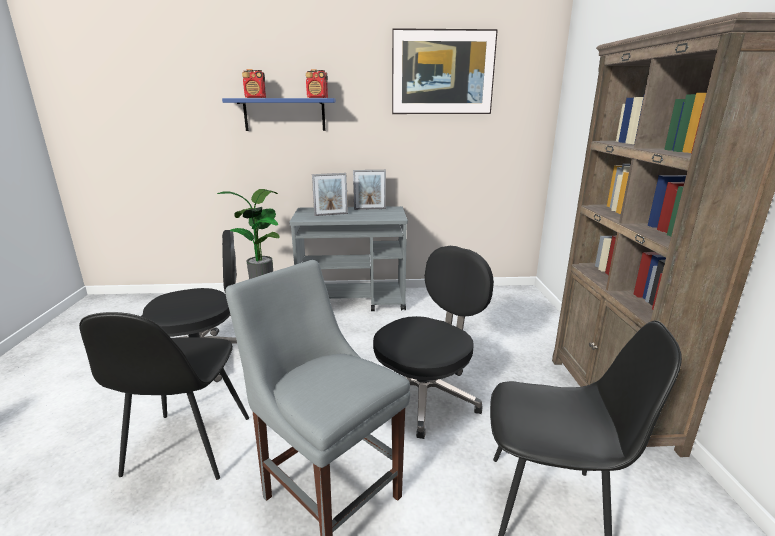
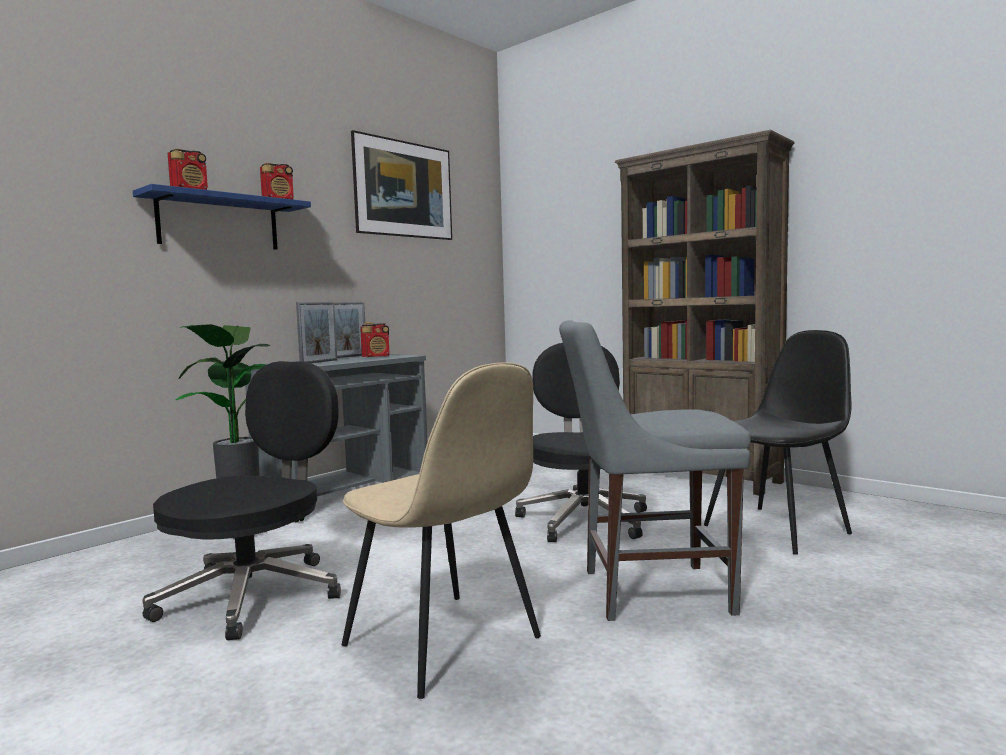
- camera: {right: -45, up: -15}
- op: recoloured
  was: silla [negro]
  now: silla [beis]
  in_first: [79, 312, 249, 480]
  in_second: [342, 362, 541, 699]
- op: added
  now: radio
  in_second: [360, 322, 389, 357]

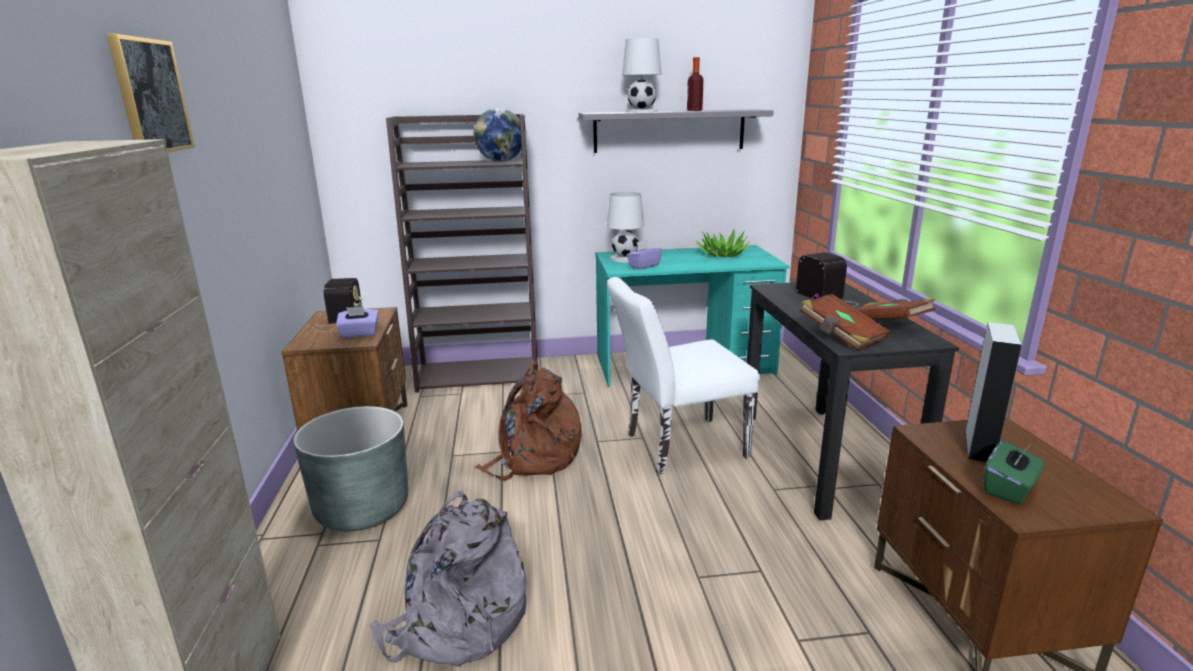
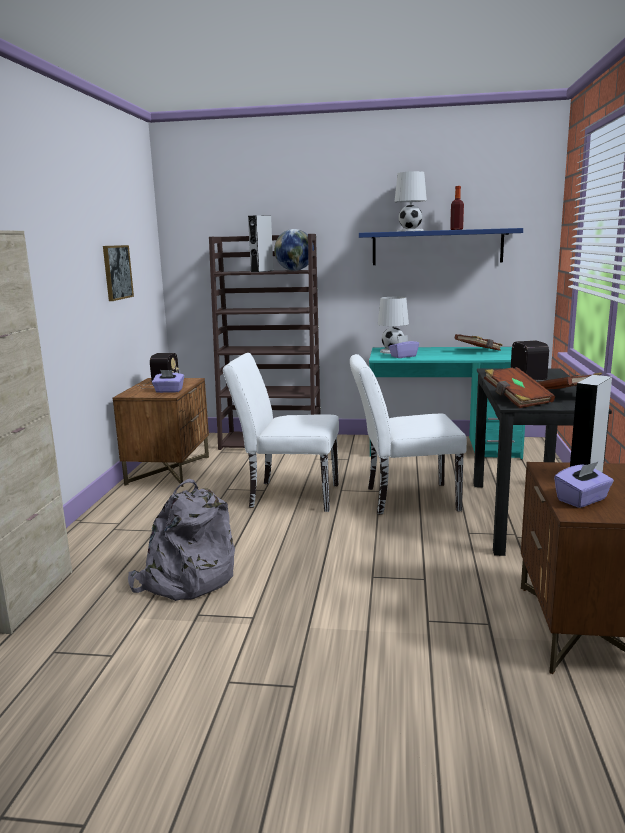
- camera: {right: 15, up: -5}
- op: moved
  was: cuadro
  in_first: [107, 34, 195, 152]
  in_second: [103, 245, 134, 301]
- op: recoloured
  was: estante [gris]
  now: estante [azul]
  in_first: [579, 109, 774, 153]
  in_second: [359, 228, 523, 265]
- op: replaced
  was: planta en maceta
  now: libro [marrón]
  in_first: [696, 229, 752, 257]
  in_second: [455, 334, 502, 351]
- op: replaced
  was: mochila [marrón]
  now: silla [blanco]
  in_first: [475, 361, 581, 481]
  in_second: [223, 353, 339, 512]
- op: removed
  was: maceta [gris]
  in_first: [293, 406, 408, 531]
- op: recoloured
  was: caja de pañuelos [verde]
  now: caja de pañuelos [morado]
  in_first: [984, 441, 1045, 505]
  in_second: [554, 461, 614, 508]
- op: added
  now: altavoz [gris]
  in_second: [248, 215, 273, 272]

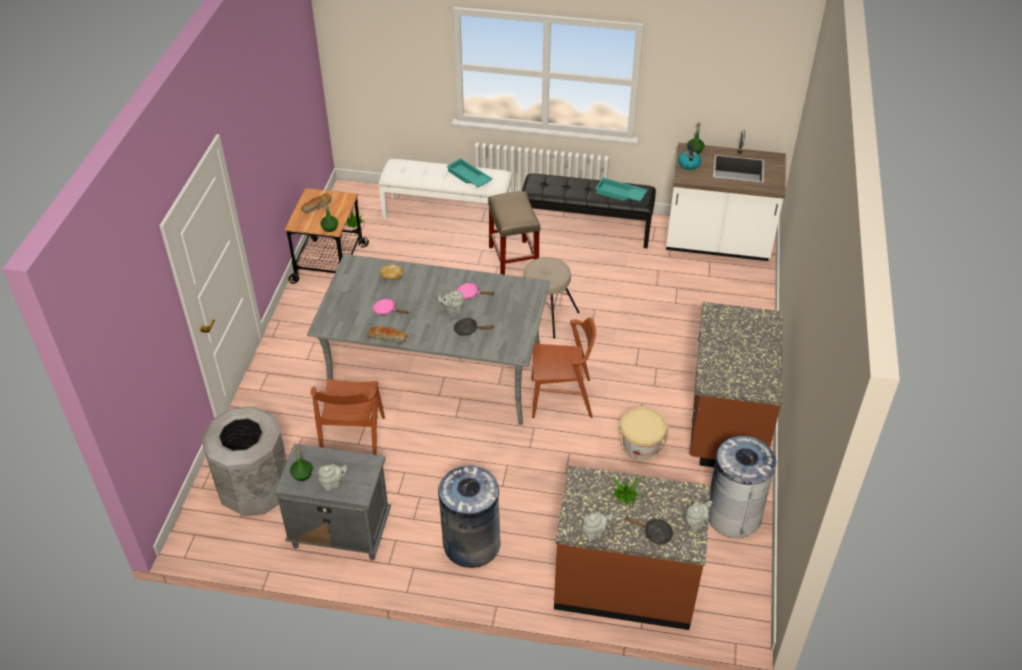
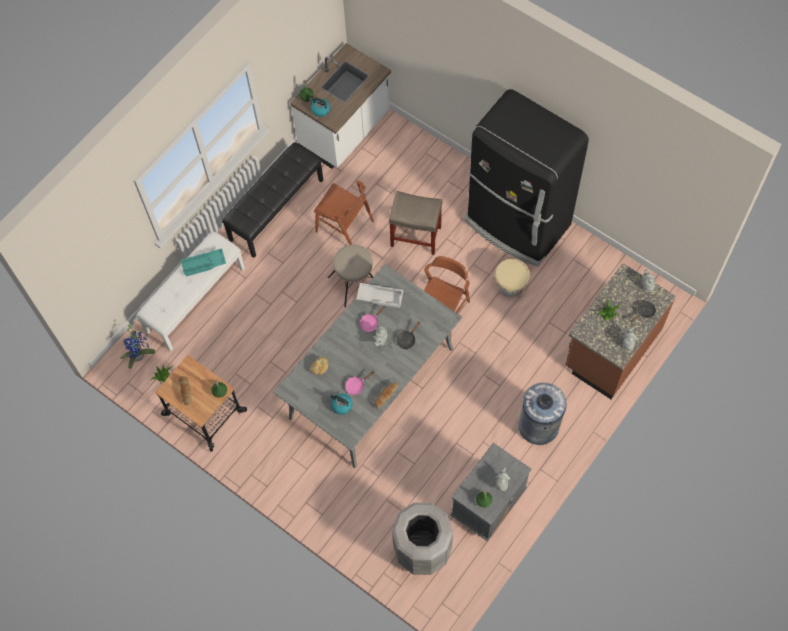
- camera: {right: -60, up: 20}
- op: removed
  was: bandeja [turquesa]
  in_first: [595, 178, 647, 202]
- op: moved
  was: taburete [beis]
  in_first: [488, 191, 540, 275]
  in_second: [389, 191, 443, 255]
- op: replaced
  was: mueble bajo de cocina [marrón]
  now: nevera [negro]
  in_first: [690, 302, 782, 467]
  in_second: [464, 89, 589, 267]
- op: moved
  was: silla [marrón]
  in_first: [310, 379, 385, 455]
  in_second: [314, 181, 374, 245]
- op: removed
  was: papelera [gris]
  in_first: [708, 436, 778, 538]
- op: added
  now: bandeja [blanco]
  in_second: [356, 283, 404, 308]
- op: added
  now: planta en maceta
  in_second: [121, 324, 156, 369]
- op: added
  now: hervidor
  in_second: [329, 394, 353, 415]

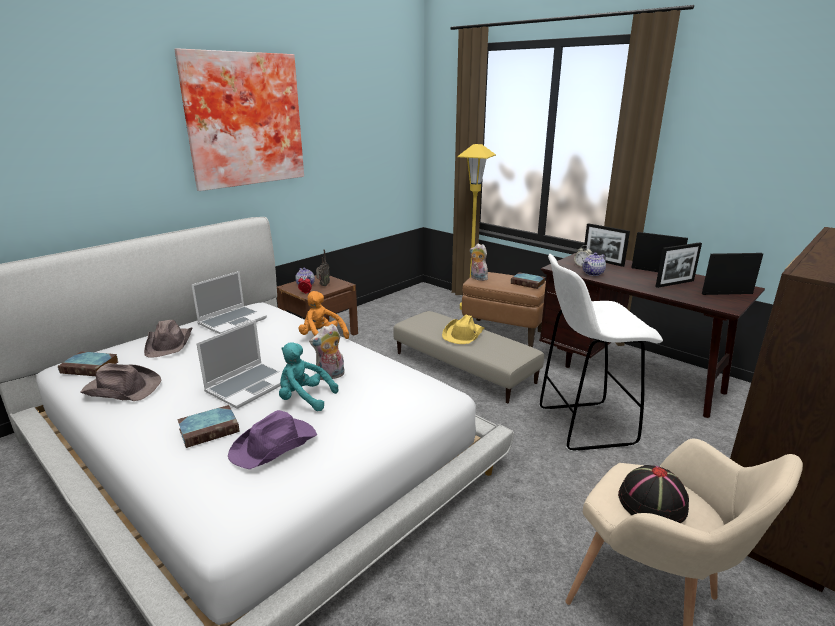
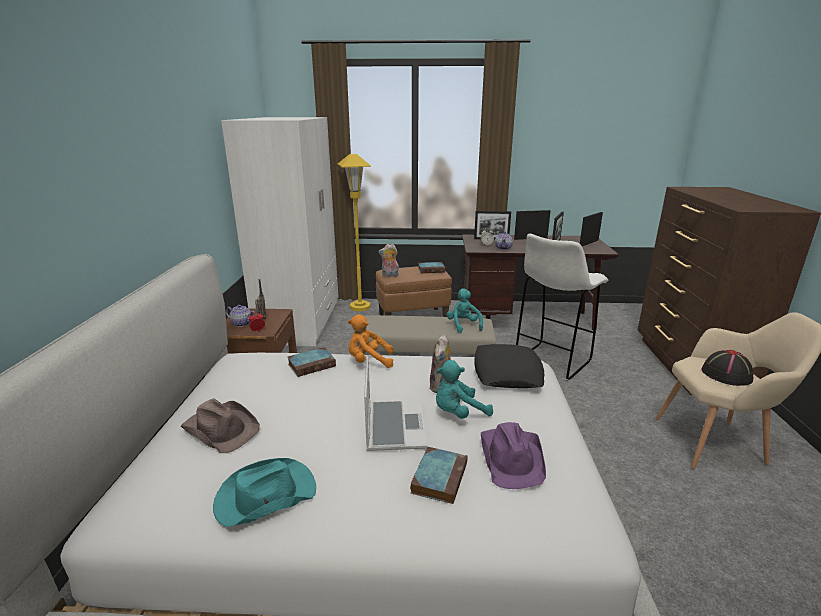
- camera: {right: -40, up: 0}
- op: removed
  was: cuadro
  in_first: [174, 48, 304, 191]
- op: removed
  was: portátil
  in_first: [191, 271, 267, 334]
- op: removed
  was: sombrero [amarillo]
  in_first: [442, 314, 485, 344]
- op: moved
  was: libro
  in_first: [58, 351, 118, 376]
  in_second: [288, 347, 336, 377]
- op: recoloured
  was: sombrero [marrón]
  now: sombrero [turquesa]
  in_first: [80, 363, 161, 401]
  in_second: [213, 458, 316, 527]
- op: added
  now: armario ropero [blanco]
  in_second: [221, 117, 339, 346]
- op: added
  now: peluche [turquesa]
  in_second: [446, 289, 483, 333]
- op: added
  now: cojín [negro]
  in_second: [474, 344, 544, 388]

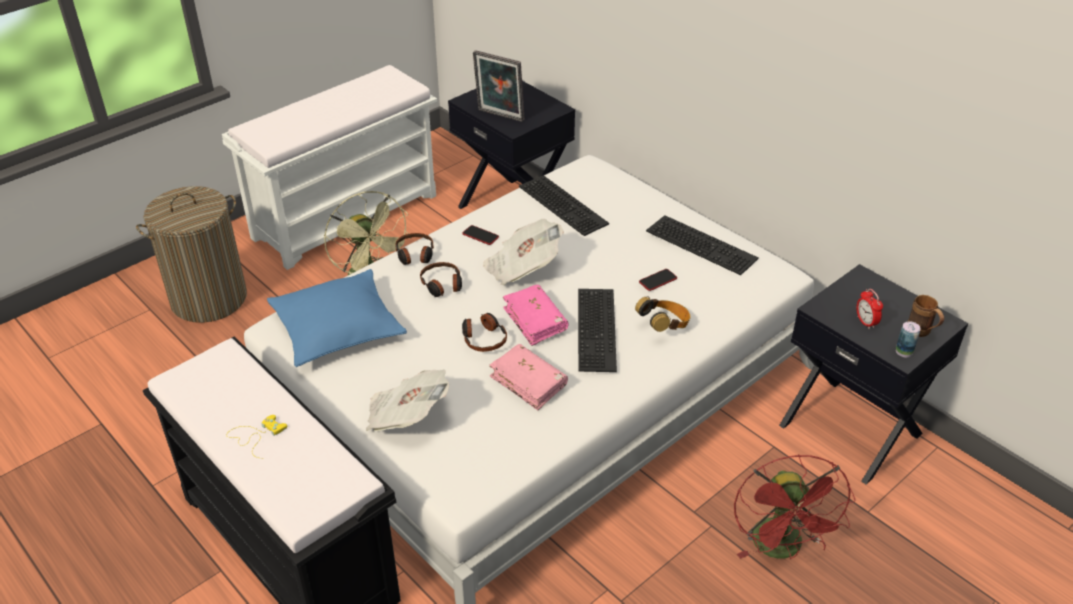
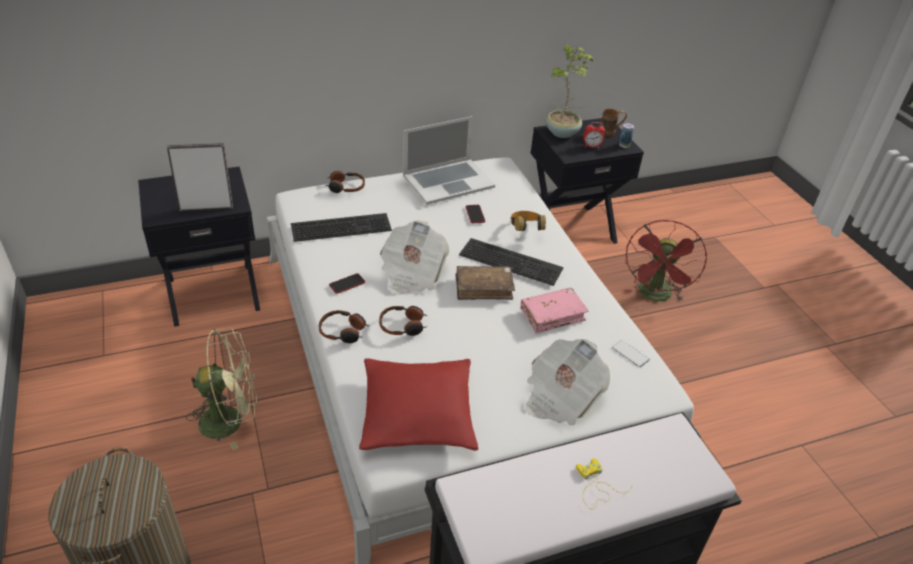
- camera: {right: -70, up: 0}
- op: turned
  was: portarretratos
  in_first: [473, 50, 525, 122]
  in_second: [167, 143, 233, 211]
  clockwise: -150
- op: removed
  was: banco [blanco]
  in_first: [222, 65, 437, 270]
- op: replaced
  was: teclado
  now: portátil
  in_first: [646, 215, 759, 275]
  in_second: [403, 116, 495, 205]
- op: recoloured
  was: cojín [azul]
  now: cojín [rojo]
  in_first: [267, 269, 407, 367]
  in_second: [359, 358, 478, 451]
- op: recoloured
  was: libro [rosa]
  now: libro [marrón]
  in_first: [503, 285, 569, 346]
  in_second: [456, 266, 515, 300]
- op: moved
  was: auriculares
  in_first: [462, 313, 507, 352]
  in_second: [326, 171, 365, 193]
- op: turned
  was: ventilador [rojo]
  in_first: [734, 455, 855, 559]
  in_second: [624, 220, 707, 301]
  clockwise: 90
- op: added
  now: planta en maceta
  in_second: [546, 44, 594, 138]
- op: added
  now: móvil
  in_second: [612, 340, 650, 367]

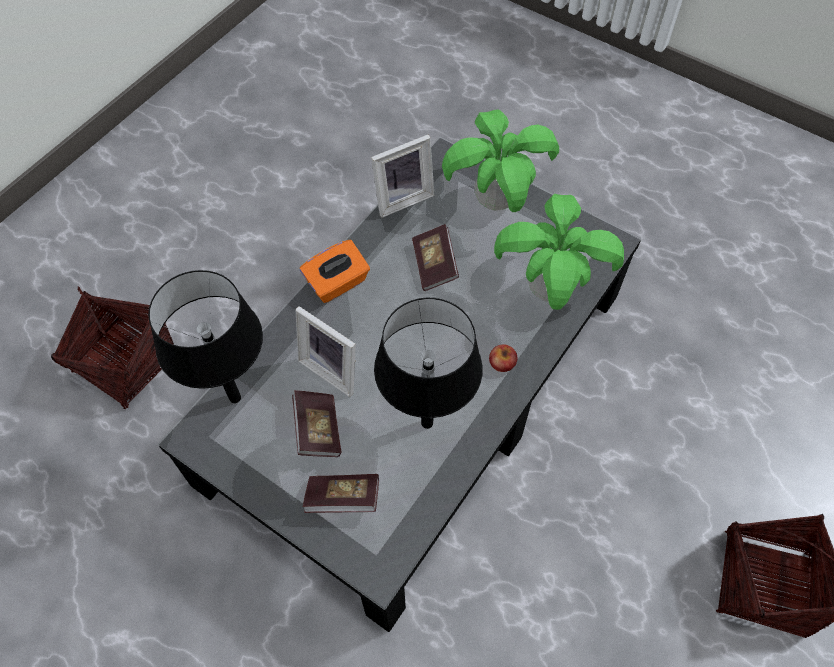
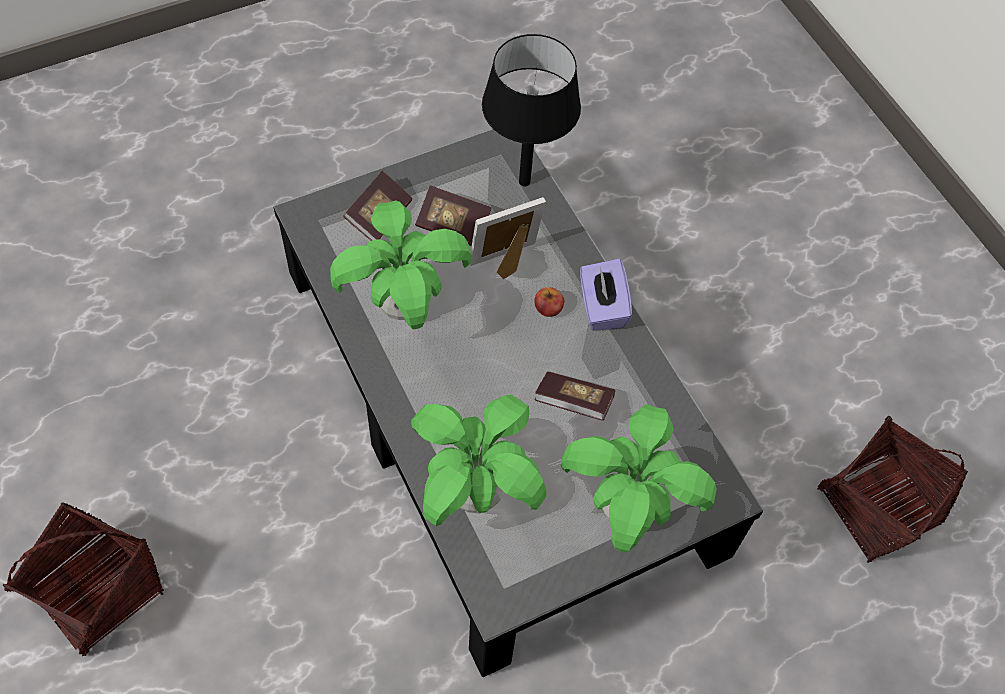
- camera: {right: 115, up: 0}
- op: removed
  was: portarretratos
  in_first: [371, 135, 435, 218]
- op: recoloured
  was: caja de pañuelos [naranja]
  now: caja de pañuelos [morado]
  in_first: [300, 240, 370, 303]
  in_second: [580, 259, 632, 330]
- op: moved
  was: cesta
  in_first: [51, 286, 174, 409]
  in_second: [818, 416, 968, 563]
- op: replaced
  was: lámpara de mesa [negro]
  now: planta en maceta
  in_first: [374, 298, 483, 429]
  in_second: [330, 200, 472, 329]
- op: moved
  was: manzana
  in_first: [489, 344, 517, 372]
  in_second: [534, 287, 564, 317]

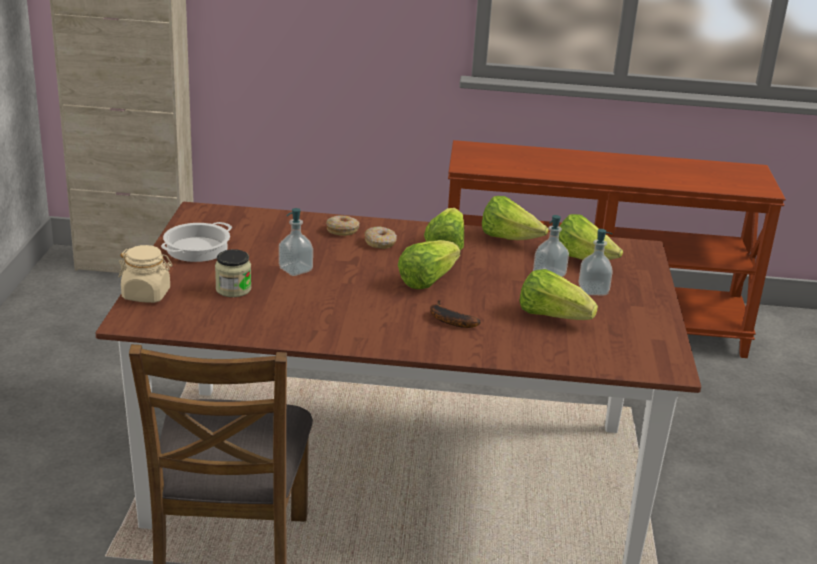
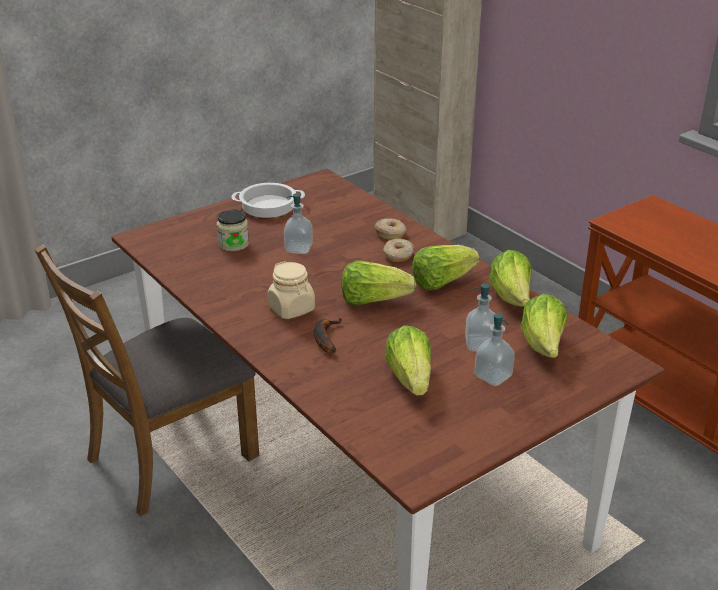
- camera: {right: 50, up: 5}
- op: moved
  was: tarro [beis]
  in_first: [118, 245, 172, 303]
  in_second: [267, 261, 315, 319]

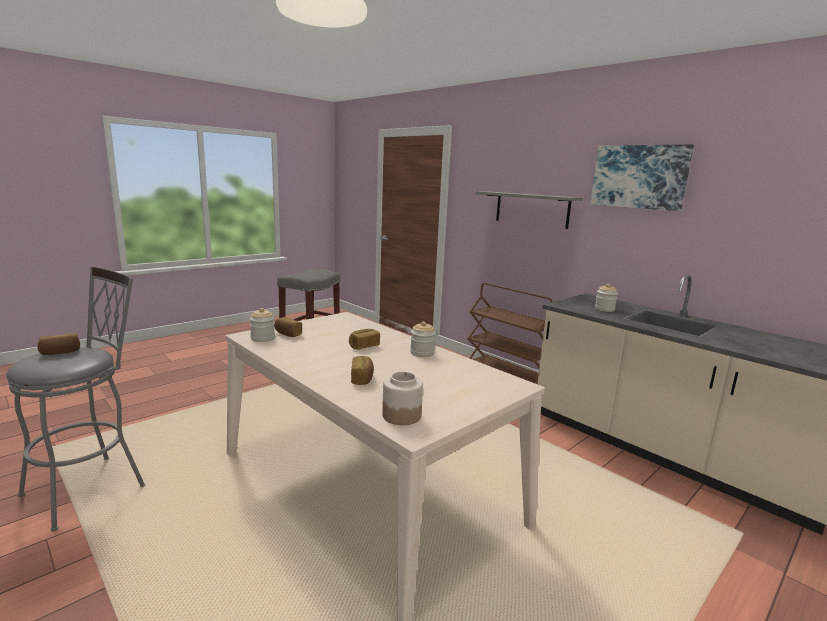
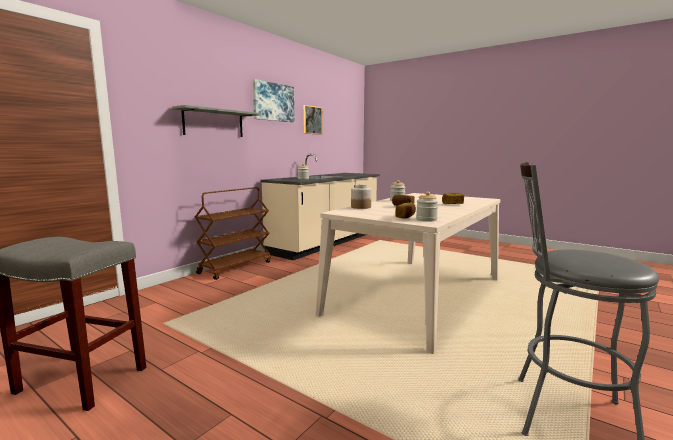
- camera: {right: -100, up: -5}
- op: removed
  was: pan
  in_first: [38, 333, 80, 355]
- op: moved
  was: tarro
  in_first: [382, 372, 423, 425]
  in_second: [351, 185, 371, 209]
- op: added
  now: cuadro
  in_second: [304, 105, 323, 135]

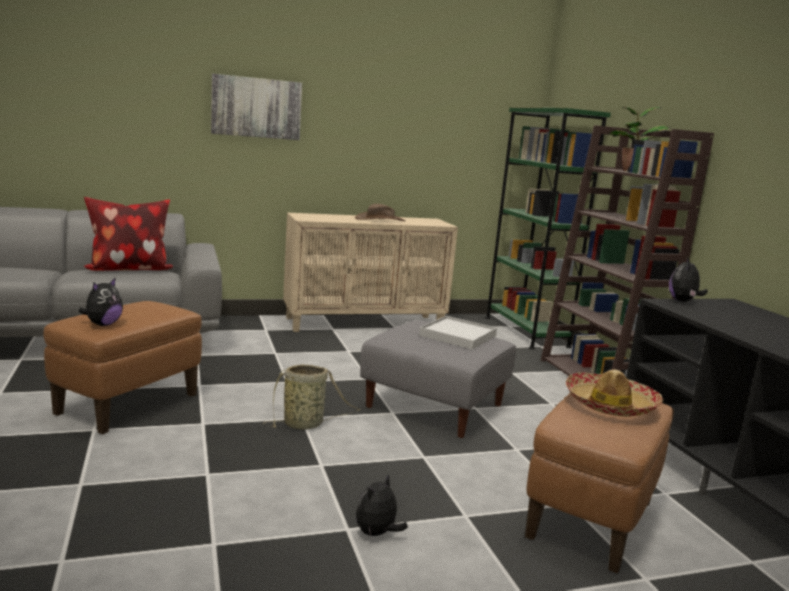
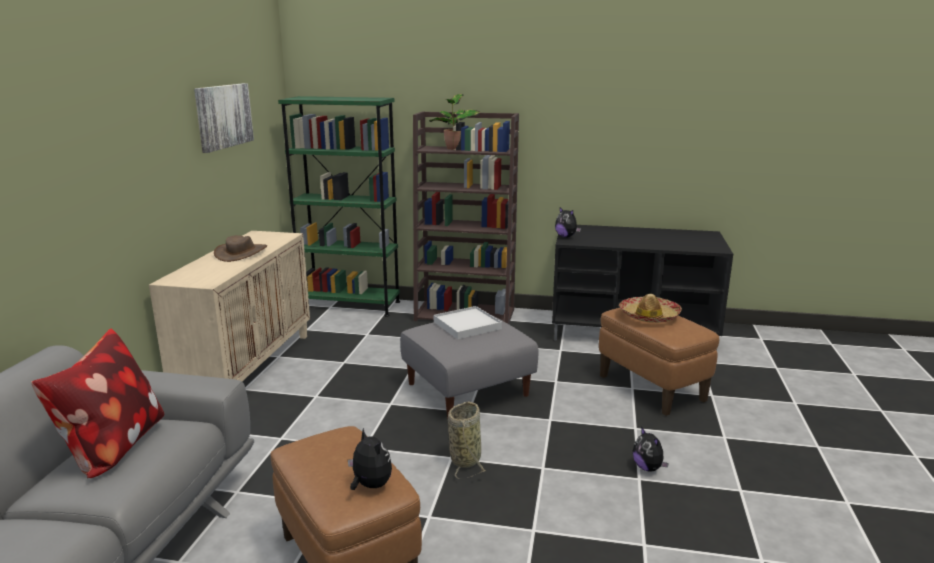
- camera: {right: -60, up: 5}
- op: moved
  was: cuadro
  in_first: [211, 74, 302, 140]
  in_second: [194, 83, 254, 153]

